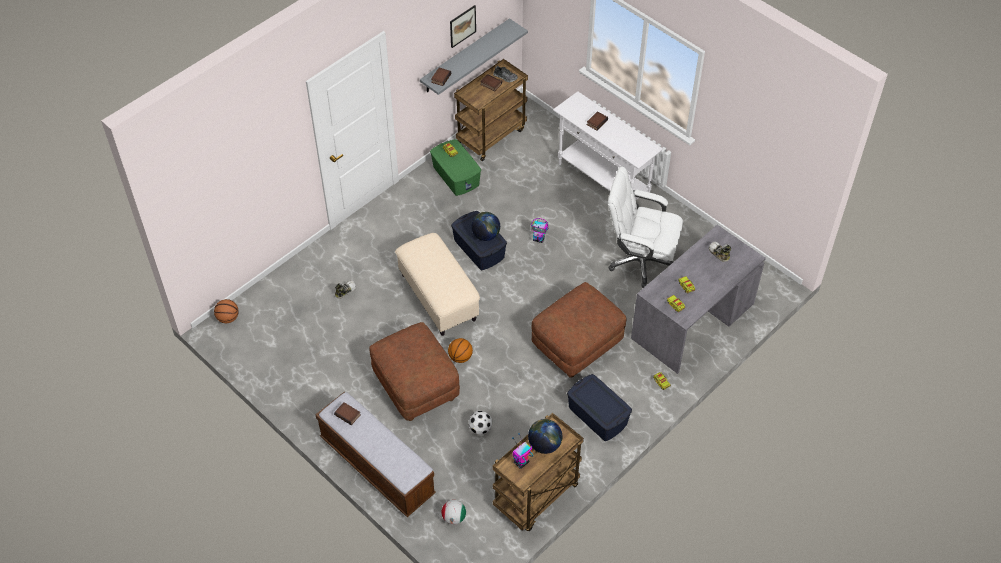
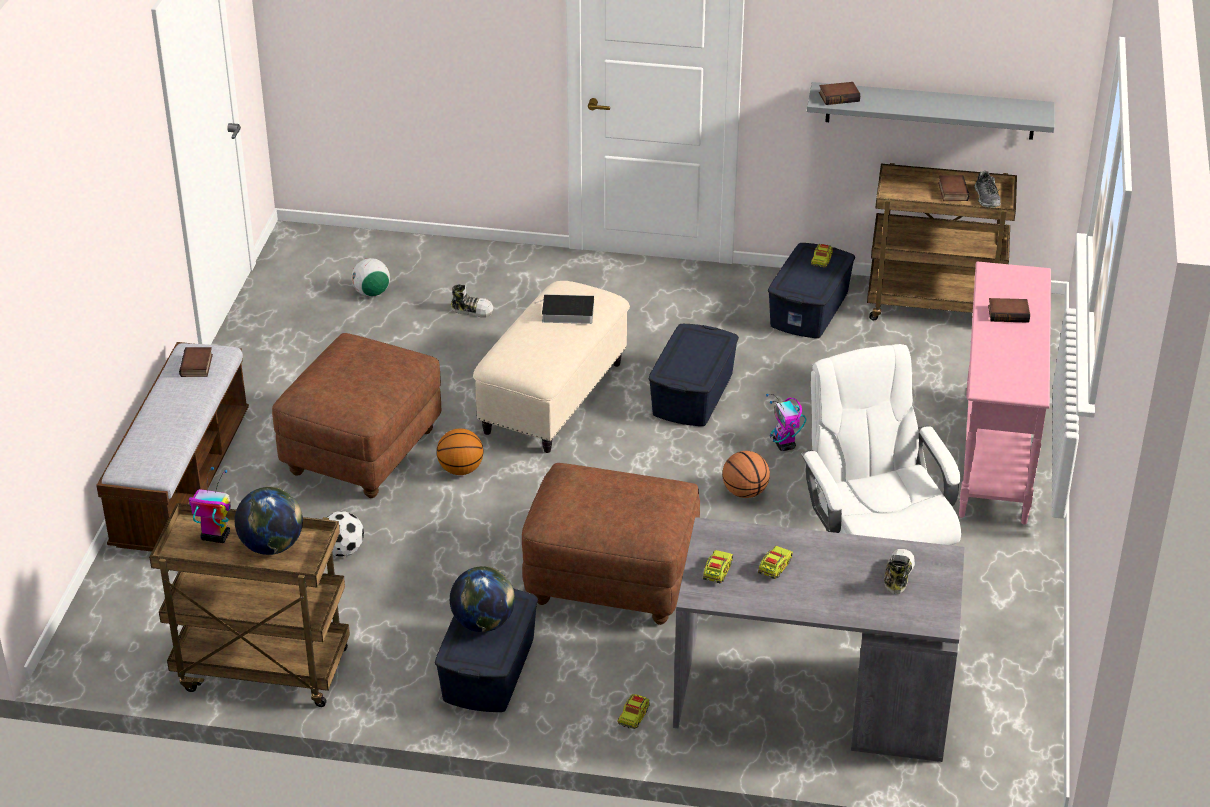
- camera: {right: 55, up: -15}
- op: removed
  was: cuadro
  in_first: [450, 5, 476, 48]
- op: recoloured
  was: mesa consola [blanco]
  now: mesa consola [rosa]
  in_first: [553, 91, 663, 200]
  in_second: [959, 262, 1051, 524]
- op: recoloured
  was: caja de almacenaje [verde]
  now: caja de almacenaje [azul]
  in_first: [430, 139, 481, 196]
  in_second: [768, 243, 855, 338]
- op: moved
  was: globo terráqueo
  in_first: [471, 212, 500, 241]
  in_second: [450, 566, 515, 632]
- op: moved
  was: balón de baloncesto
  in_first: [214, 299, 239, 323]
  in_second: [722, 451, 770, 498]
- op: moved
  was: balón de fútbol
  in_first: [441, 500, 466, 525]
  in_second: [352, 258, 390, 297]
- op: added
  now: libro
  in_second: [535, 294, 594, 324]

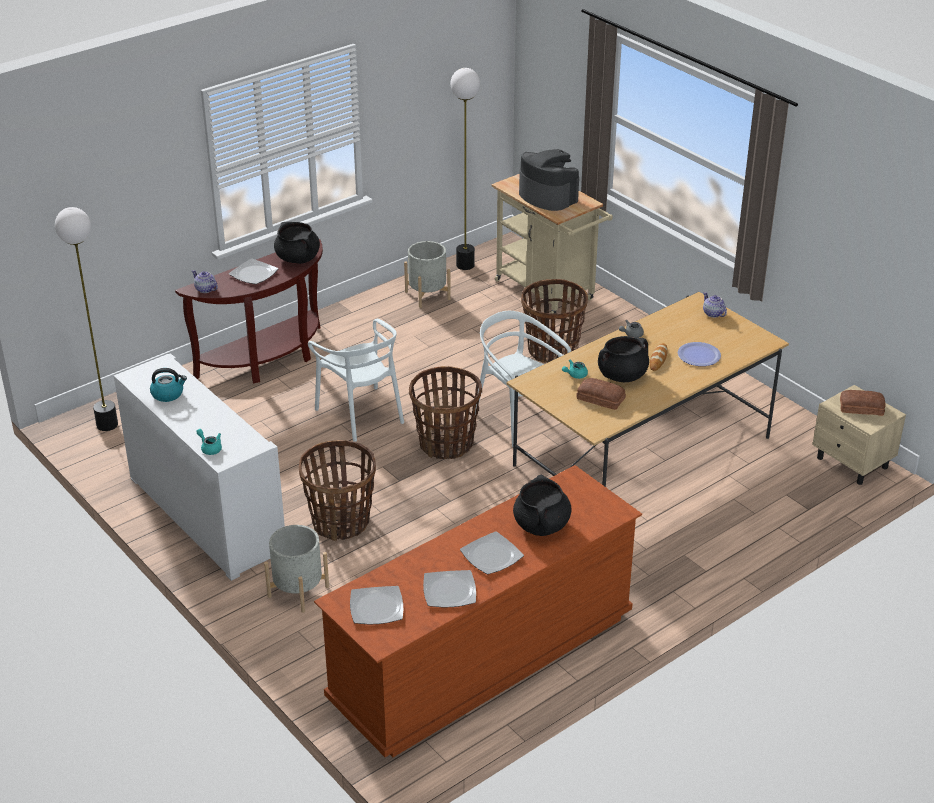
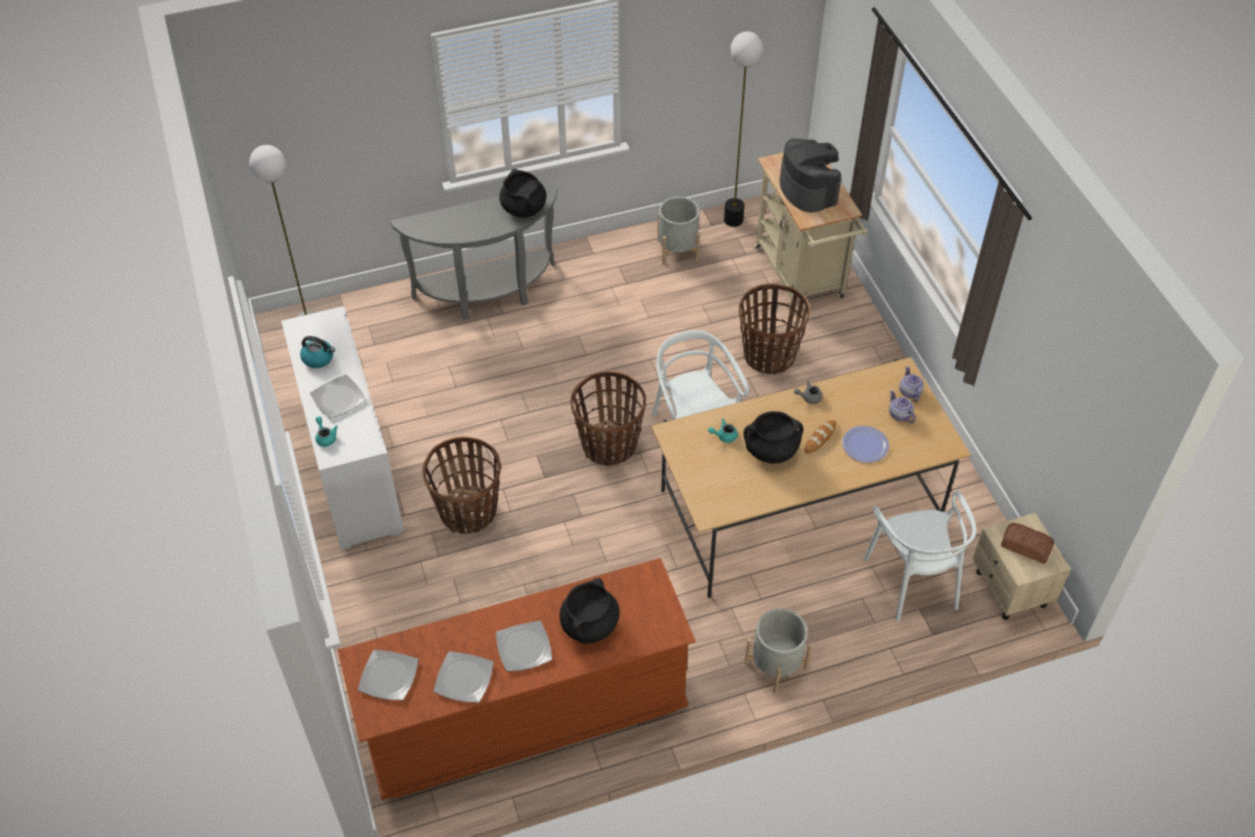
- camera: {right: 20, up: 15}
- op: recoloured
  was: mesa consola [marrón]
  now: mesa consola [gris]
  in_first: [175, 239, 323, 383]
  in_second: [391, 184, 558, 319]
- op: moved
  was: plato
  in_first: [229, 259, 278, 284]
  in_second: [310, 374, 366, 418]
- op: moved
  was: tetera
  in_first: [192, 270, 218, 293]
  in_second: [889, 390, 916, 423]
- op: moved
  was: silla [blanco]
  in_first: [308, 319, 404, 442]
  in_second: [863, 491, 976, 622]
- op: removed
  was: pan
  in_first: [576, 378, 626, 410]
- op: moved
  was: maceta [gris]
  in_first: [264, 525, 329, 613]
  in_second: [745, 609, 812, 694]

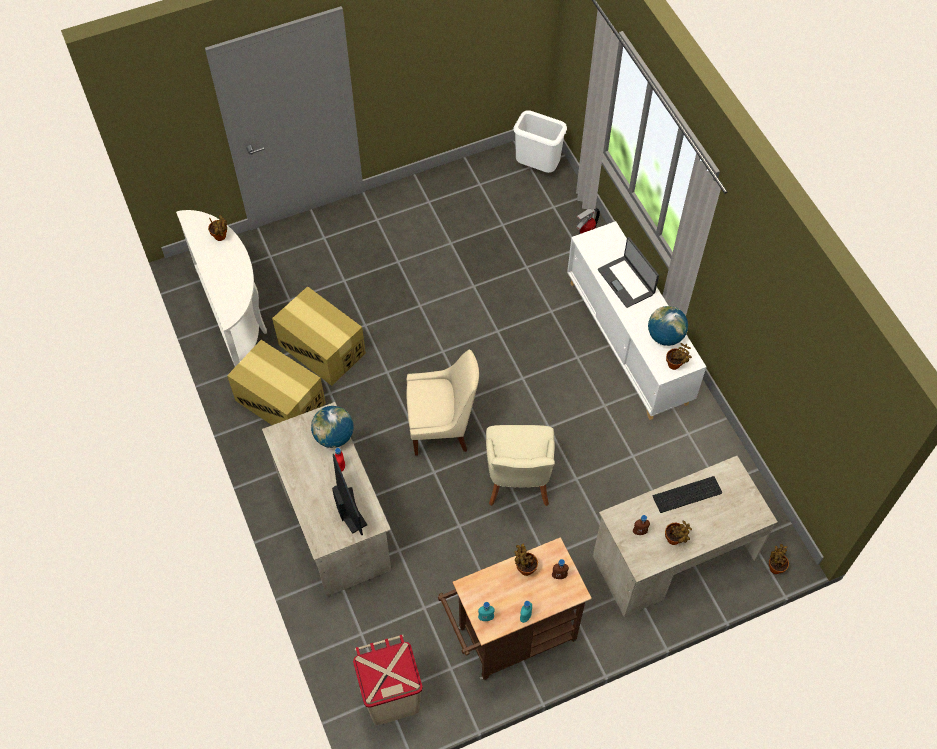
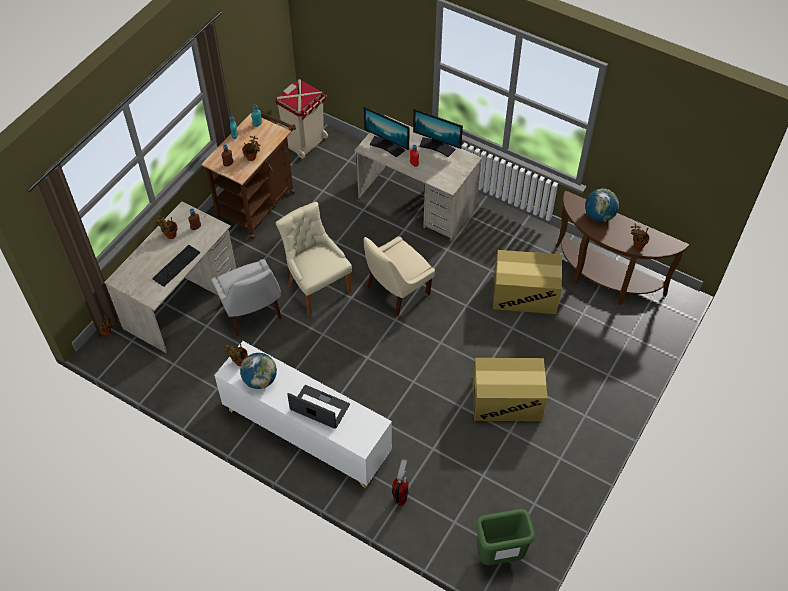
- camera: {right: 145, up: -5}
- op: recoloured
  was: papelera [blanco]
  now: papelera [verde]
  in_first: [513, 110, 567, 173]
  in_second: [476, 509, 535, 565]
- op: recoloured
  was: mesa consola [blanco]
  now: mesa consola [marrón]
  in_first: [176, 210, 267, 367]
  in_second: [556, 190, 689, 305]
- op: moved
  was: caja de cartón
  in_first: [227, 340, 326, 425]
  in_second: [472, 358, 548, 421]
- op: moved
  was: globo terráqueo
  in_first: [311, 406, 353, 448]
  in_second: [585, 189, 619, 222]
- op: added
  now: monitor
  in_second: [413, 109, 463, 157]
- op: added
  now: silla [blanco]
  in_second: [211, 259, 282, 336]

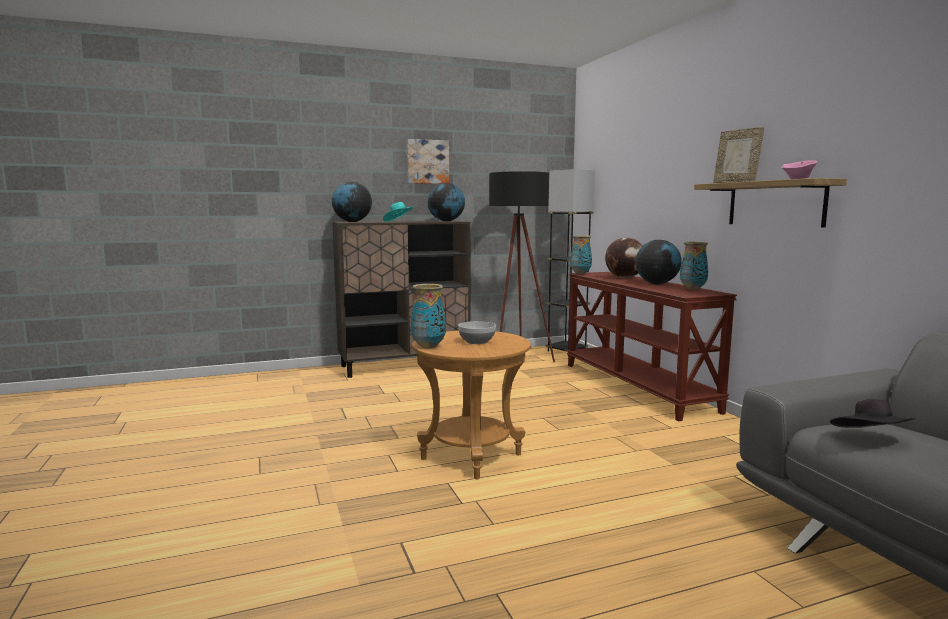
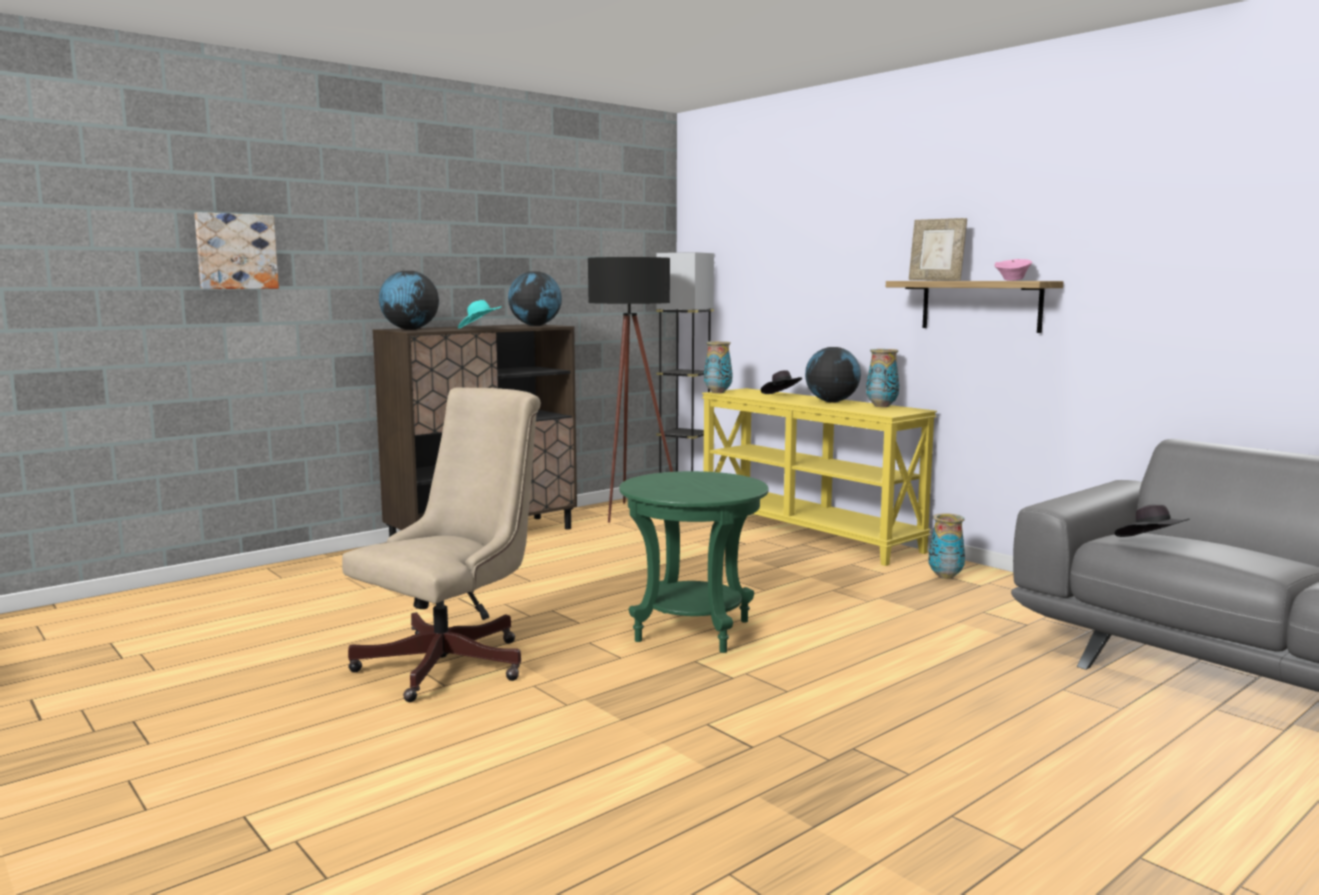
- camera: {right: -20, up: 0}
- op: moved
  was: cuadro
  in_first: [407, 139, 449, 184]
  in_second: [194, 212, 279, 289]
- op: replaced
  was: globo terráqueo
  now: sombrero [negro]
  in_first: [605, 237, 643, 278]
  in_second: [761, 370, 802, 394]
- op: recoloured
  was: mesa consola [marrón]
  now: mesa consola [amarillo]
  in_first: [567, 272, 737, 421]
  in_second: [702, 388, 937, 566]
- op: moved
  was: florero
  in_first: [411, 284, 446, 348]
  in_second: [929, 513, 965, 579]
- op: removed
  was: cuenco
  in_first: [458, 321, 496, 344]
- op: recoloured
  was: mesa auxiliar [marrón]
  now: mesa auxiliar [verde]
  in_first: [412, 331, 531, 479]
  in_second: [619, 471, 769, 653]
- op: added
  now: silla de oficina [beis]
  in_second: [342, 387, 541, 702]

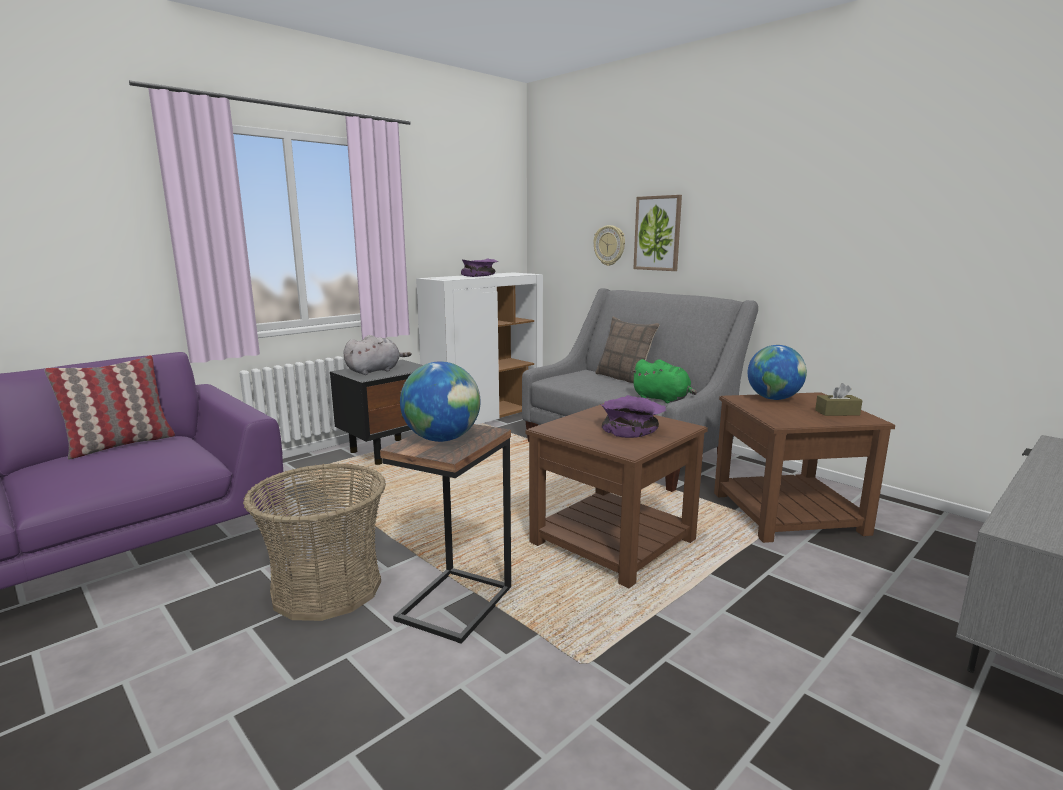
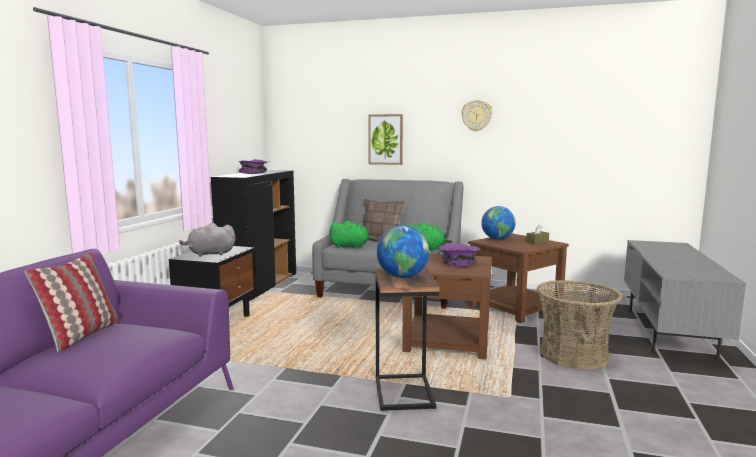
- camera: {right: -30, up: -5}
- op: moved
  was: reloj de pared
  in_first: [594, 225, 625, 266]
  in_second: [461, 100, 493, 131]
- op: recoloured
  was: armario [blanco]
  now: armario [negro]
  in_first: [416, 273, 543, 425]
  in_second: [211, 170, 296, 301]
- op: turned
  was: peluche [gris]
  in_first: [343, 335, 412, 375]
  in_second: [179, 223, 235, 257]
  clockwise: -120
- op: moved
  was: cesta
  in_first: [243, 463, 386, 621]
  in_second: [537, 280, 623, 369]
- op: added
  now: peluche [verde]
  in_second: [329, 221, 375, 248]

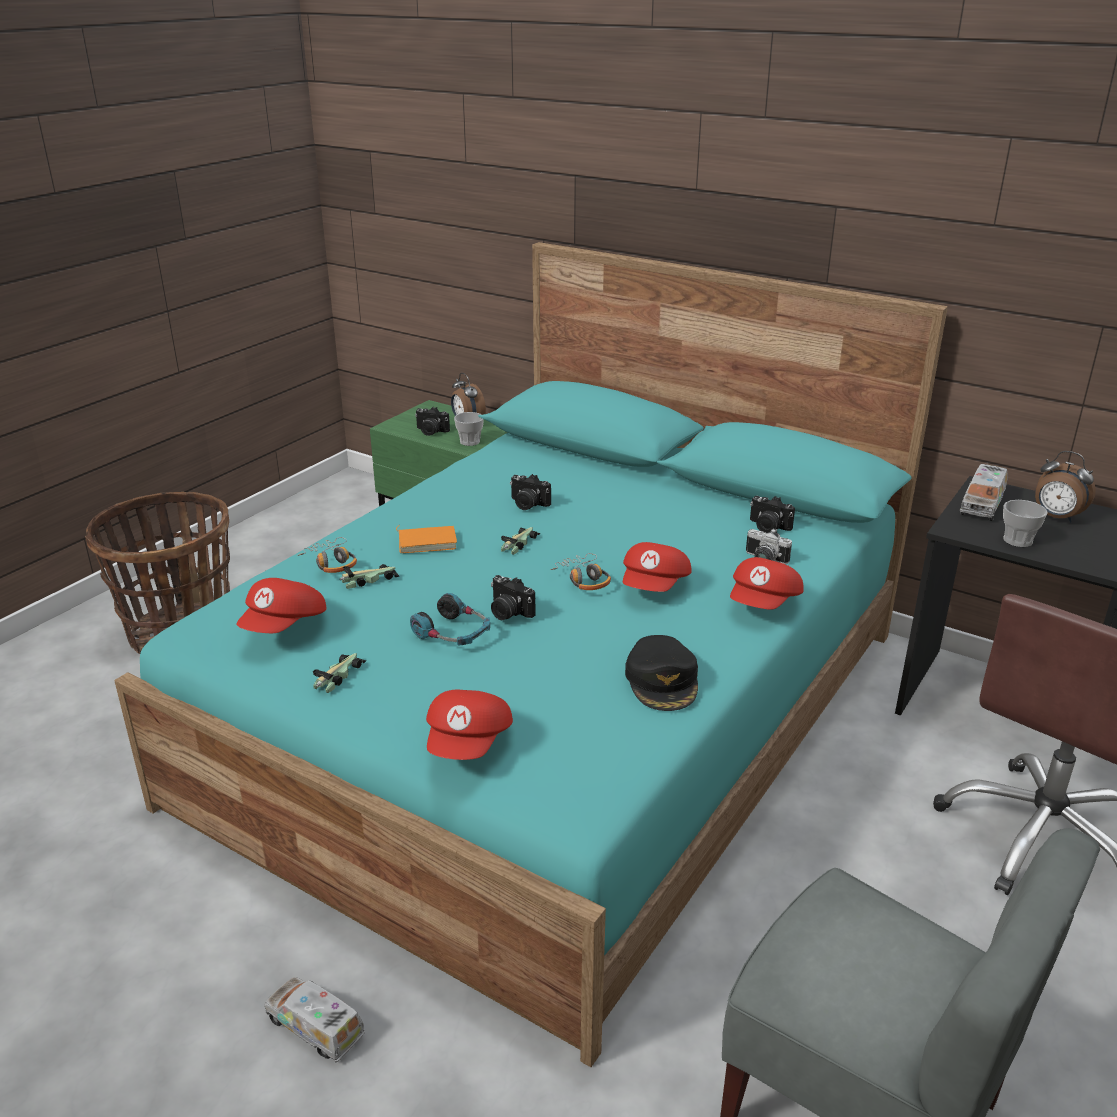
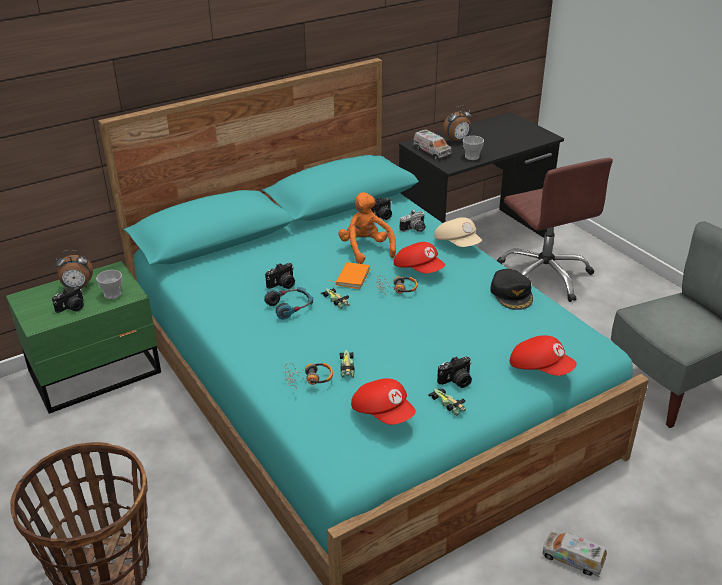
- camera: {right: -65, up: 5}
- op: moved
  was: libro [naranja]
  in_first: [396, 525, 457, 553]
  in_second: [329, 262, 370, 289]
- op: recoloured
  was: gorra [rojo]
  now: gorra [beis]
  in_first: [730, 557, 804, 610]
  in_second: [434, 217, 482, 247]
- op: moved
  was: cámara
  in_first: [491, 575, 536, 620]
  in_second: [437, 356, 472, 388]
- op: moved
  was: auriculares
  in_first: [410, 593, 490, 646]
  in_second: [264, 287, 313, 320]
- op: turned
  was: gorra [negro]
  in_first: [625, 635, 698, 711]
  in_second: [490, 269, 533, 310]
  clockwise: 60
- op: turned
  was: camión de juguete
  in_first: [264, 977, 365, 1062]
  in_second: [542, 532, 607, 577]
  clockwise: 60
- op: added
  now: peluche [naranja]
  in_second: [338, 192, 396, 264]

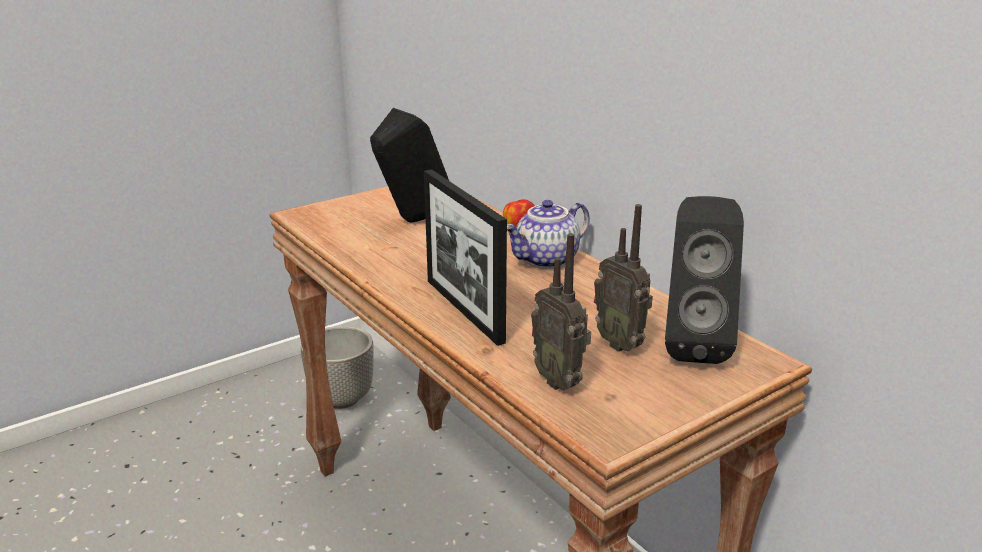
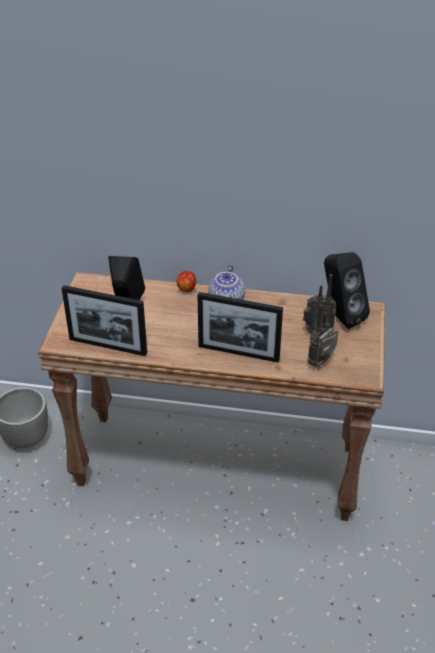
- camera: {right: -45, up: 15}
- op: turned
  was: radio
  in_first: [531, 233, 591, 391]
  in_second: [308, 304, 338, 368]
  clockwise: 120
- op: added
  now: portarretratos
  in_second: [62, 285, 147, 356]

